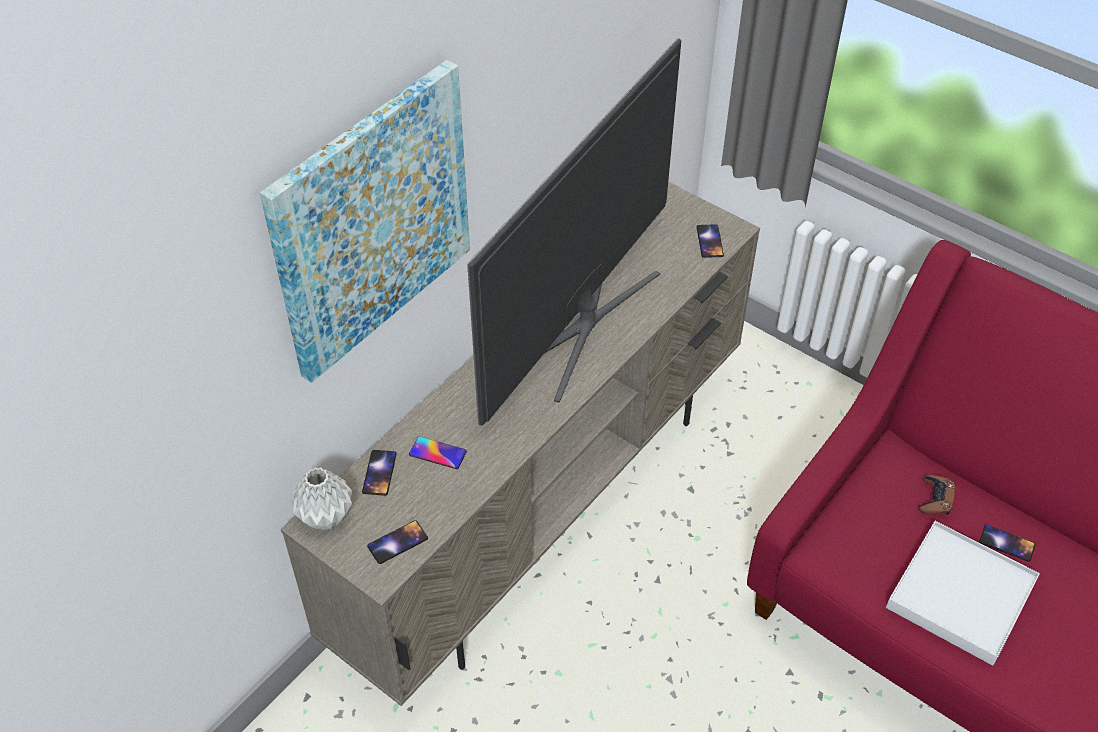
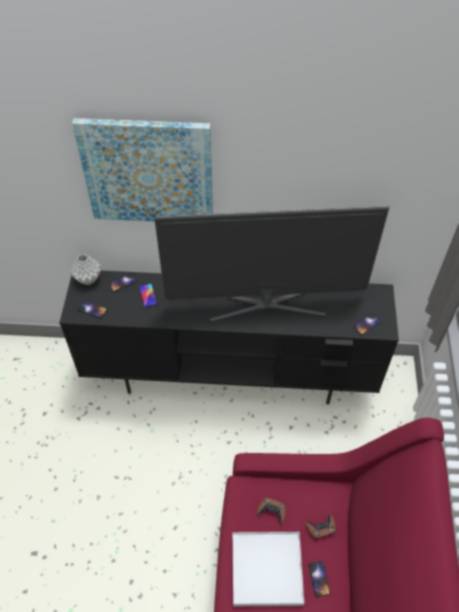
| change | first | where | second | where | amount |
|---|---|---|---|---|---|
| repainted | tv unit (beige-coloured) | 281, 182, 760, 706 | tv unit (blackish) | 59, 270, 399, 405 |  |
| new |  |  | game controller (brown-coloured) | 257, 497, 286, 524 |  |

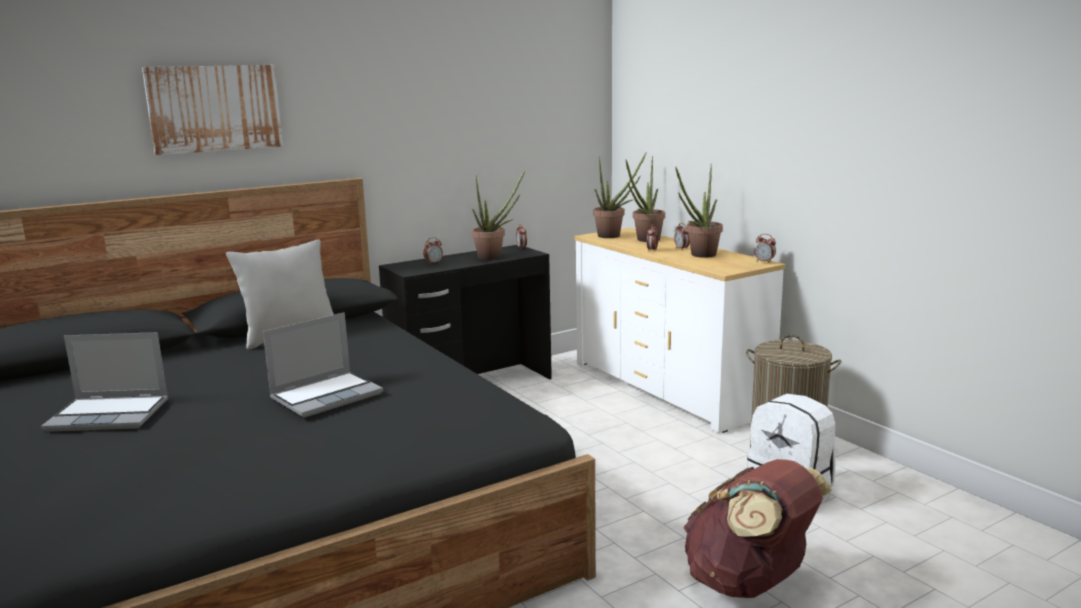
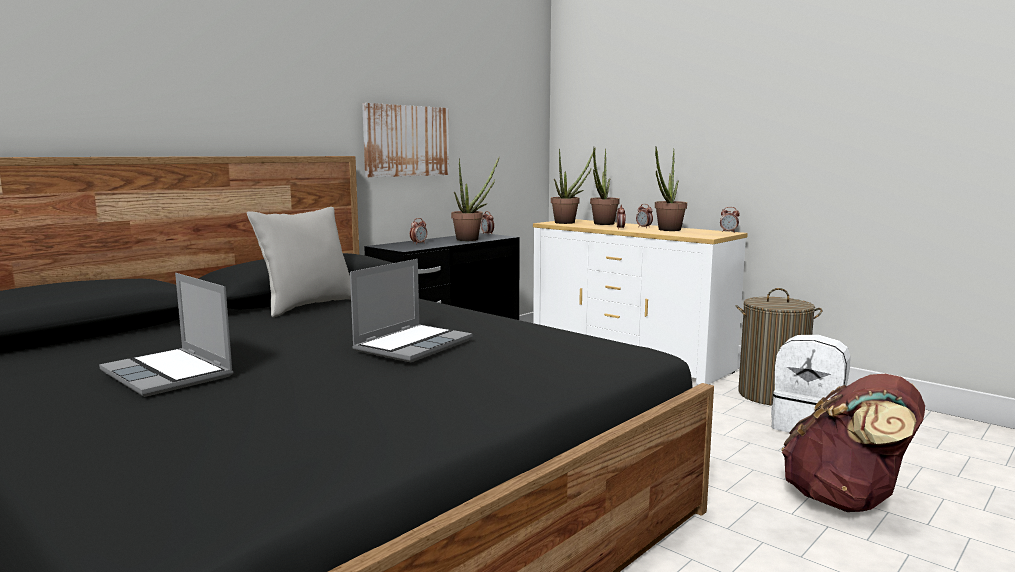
| change | first | where | second | where | amount |
|---|---|---|---|---|---|
| rotated | portable computer | 41, 332, 168, 432 |  | 99, 273, 233, 397 | 60 degrees clockwise |
| shifted | picture | 142, 65, 283, 155 |  | 362, 103, 449, 177 |  |

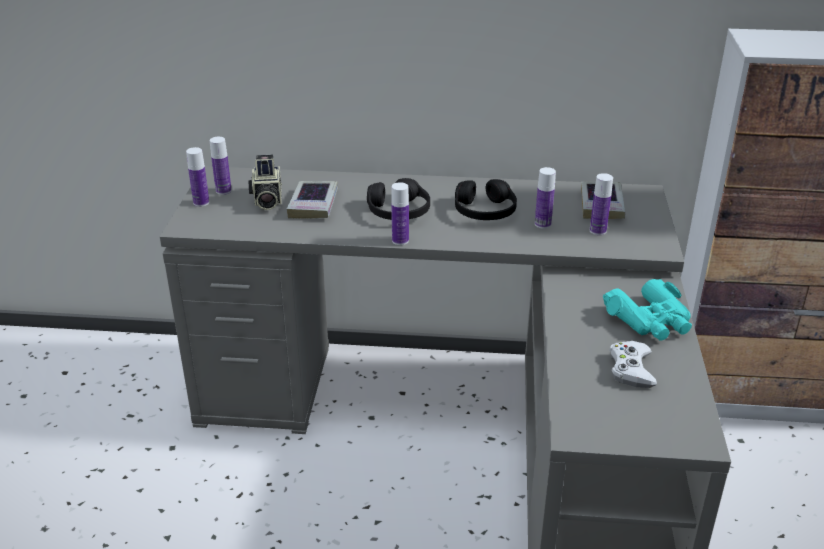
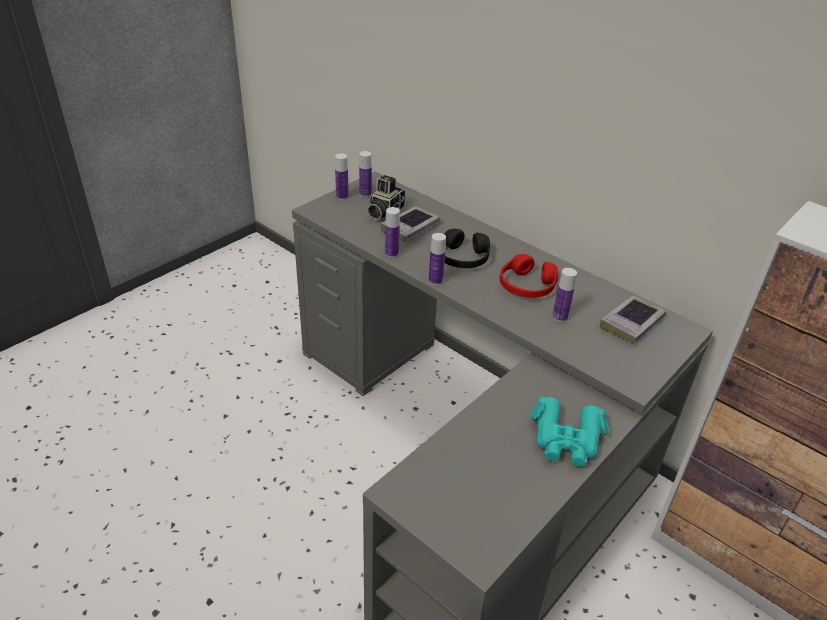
| change | first | where | second | where | amount |
|---|---|---|---|---|---|
| repainted | pair of headphones (blackish) | 455, 179, 517, 220 | pair of headphones (reddish) | 500, 254, 558, 298 |  |
| shifted | beverage bottle | 590, 173, 613, 235 |  | 385, 207, 400, 258 |  |
| gone | game controller (white) | 609, 341, 657, 388 |  |  |  |

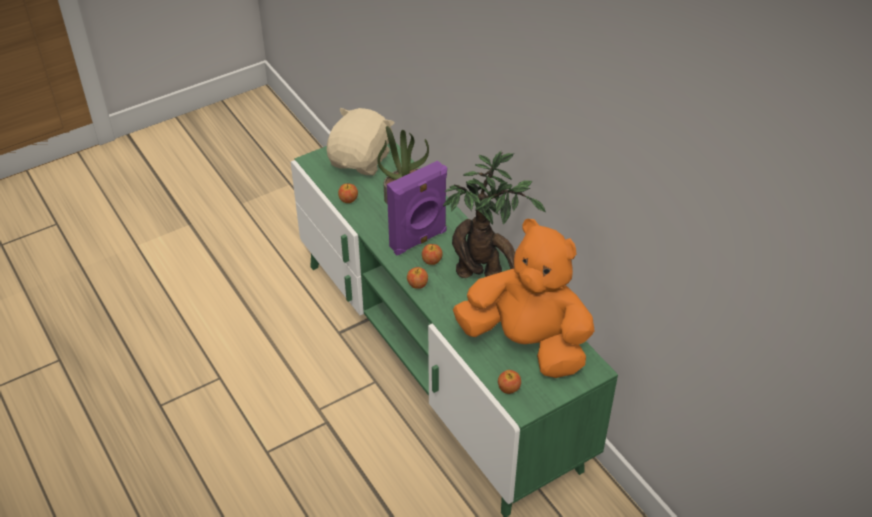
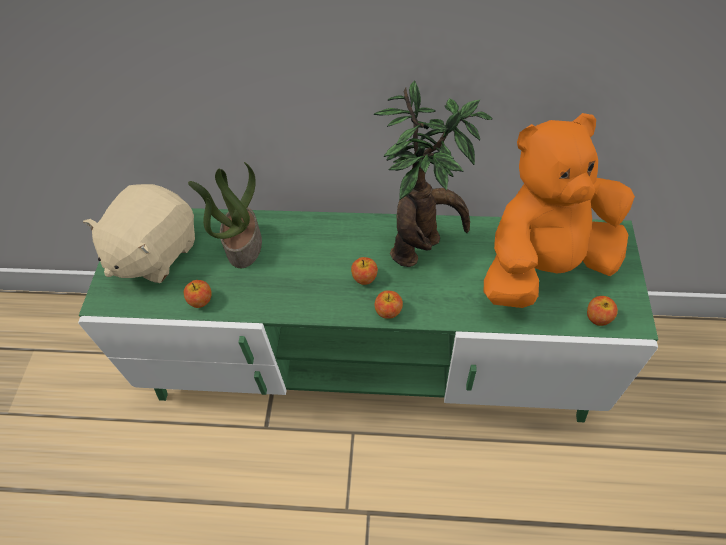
| change | first | where | second | where | amount |
|---|---|---|---|---|---|
| rotated | soft toy (beige-coloured) | 327, 108, 394, 175 |  | 83, 184, 195, 283 | 120 degrees counterclockwise |
| gone | speaker (purple) | 387, 161, 447, 255 |  |  |  |

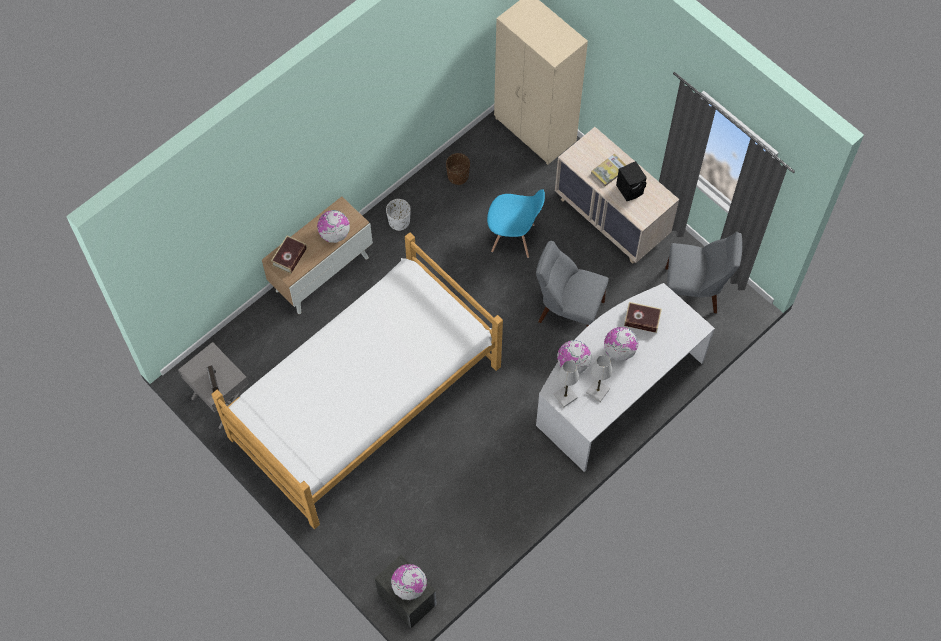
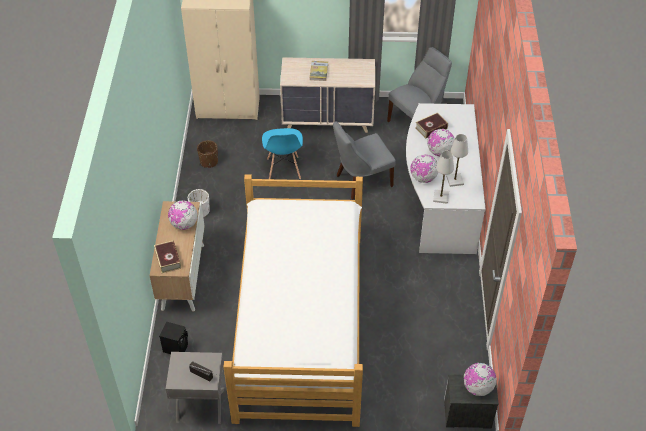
| change | first | where | second | where | amount |
|---|---|---|---|---|---|
| rotated | upright chair (blue-coloured) | 487, 189, 545, 258 |  | 262, 128, 303, 179 | 120 degrees clockwise |
| shifted | speaker (blackish) | 616, 161, 647, 201 |  | 159, 322, 188, 354 |  |

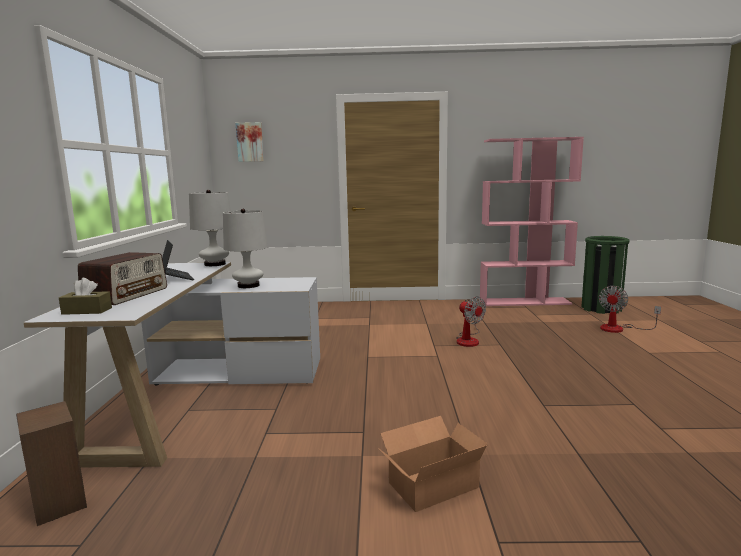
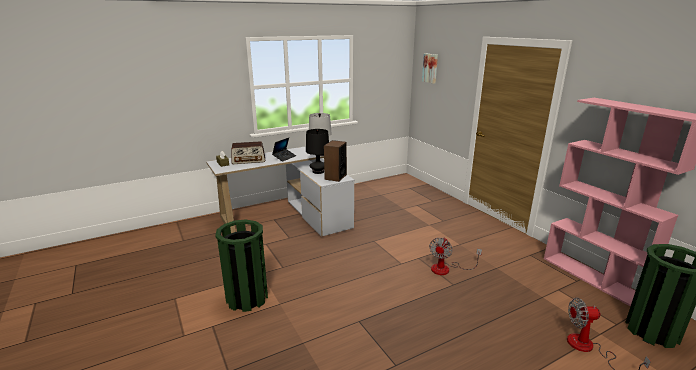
| change | first | where | second | where | amount |
|---|---|---|---|---|---|
| shifted | speaker | 16, 401, 87, 526 |  | 324, 140, 347, 182 |  |
| repainted | tabletop lamp (white) | 223, 209, 268, 288 | tabletop lamp (blackish) | 306, 129, 329, 174 |  |
| swapped | packing box | 378, 416, 487, 512 | rubbish bin (green) | 215, 219, 268, 312 |  |

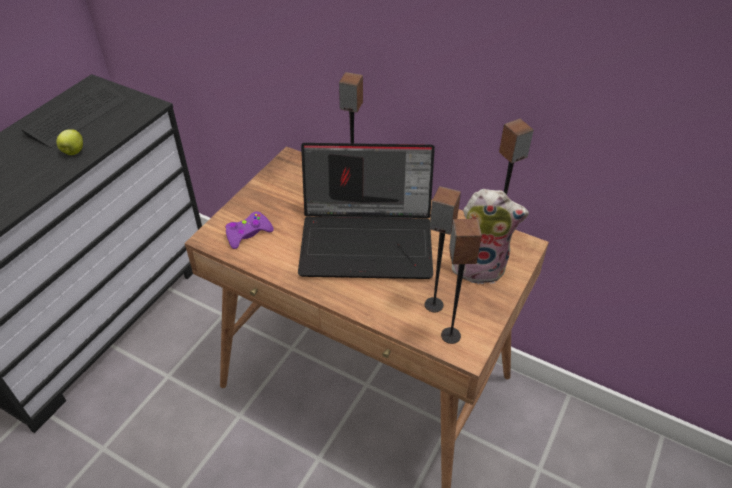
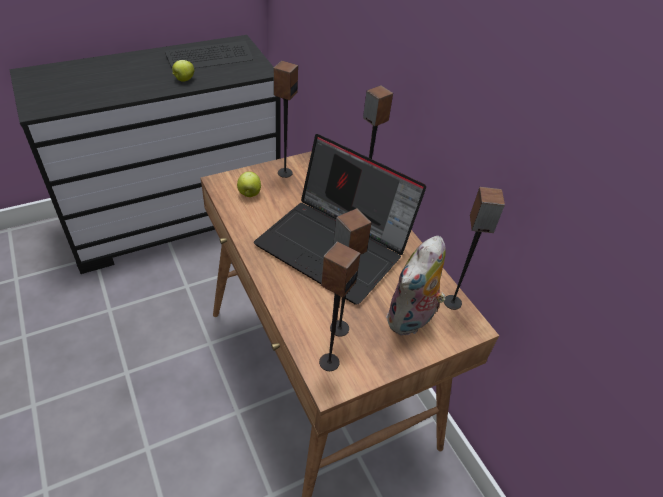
| change | first | where | second | where | amount |
|---|---|---|---|---|---|
| swapped | game controller (purple) | 225, 212, 274, 249 | whole apple | 237, 172, 261, 197 |  |
| rotated | soft toy | 450, 189, 529, 284 |  | 386, 236, 446, 336 | 90 degrees clockwise |
| new |  |  | speaker | 273, 61, 298, 178 |  |

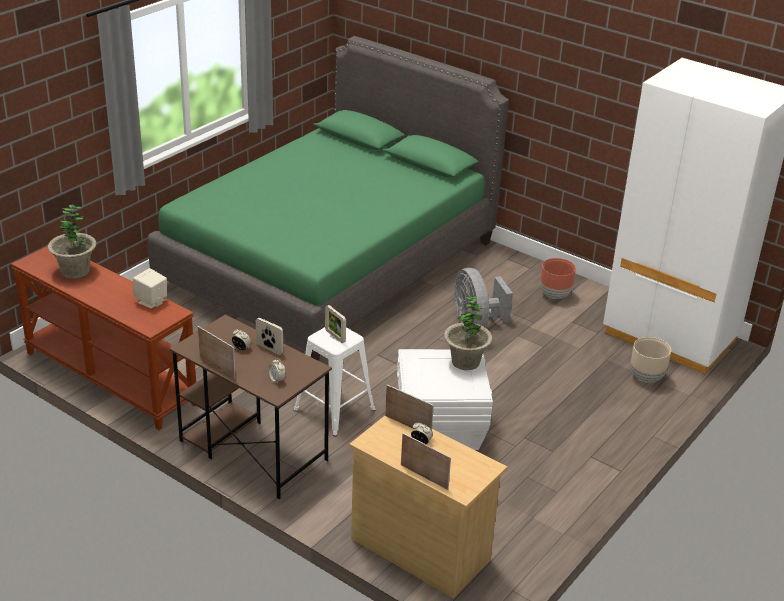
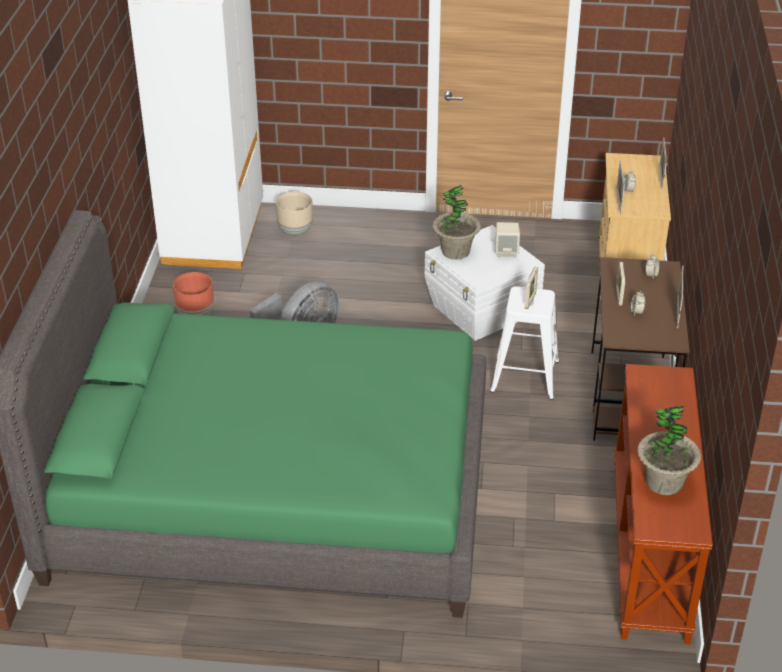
| change | first | where | second | where | amount |
|---|---|---|---|---|---|
| shifted | speaker (beige-coloured) | 133, 268, 167, 309 |  | 495, 222, 520, 257 |  |

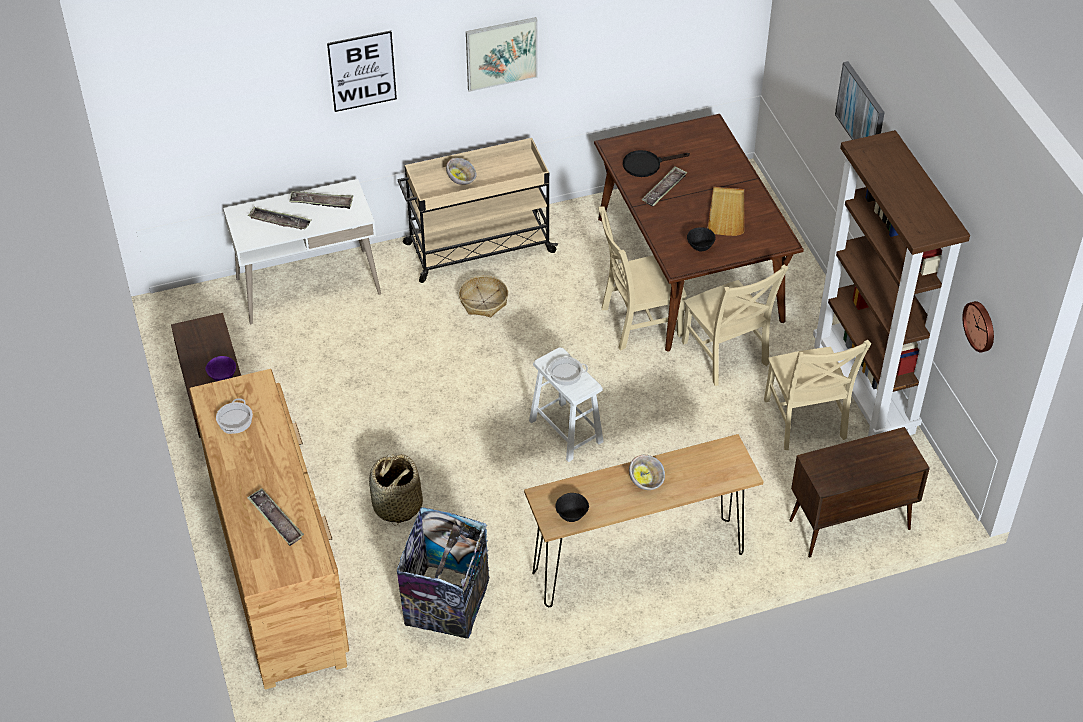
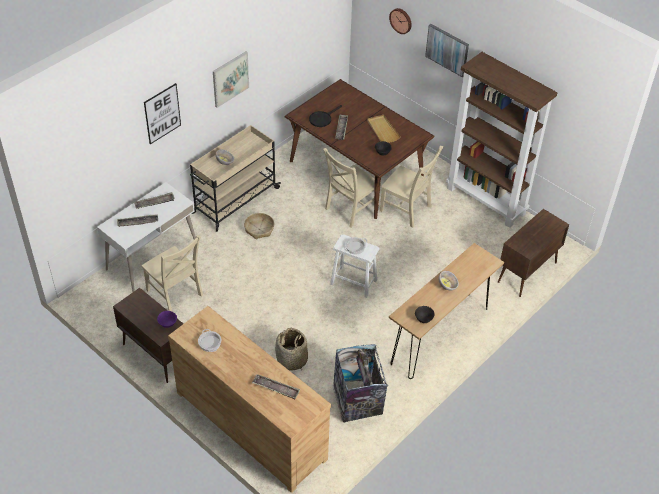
| change | first | where | second | where | amount |
|---|---|---|---|---|---|
| shifted | upright chair (beige-coloured) | 764, 340, 871, 450 |  | 142, 235, 203, 311 |  |
| shifted | clock on the wall | 962, 301, 994, 353 |  | 389, 8, 412, 34 |  |

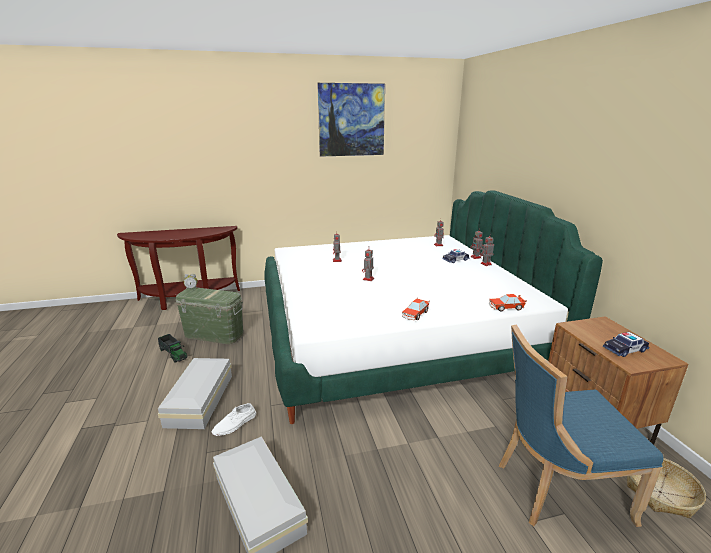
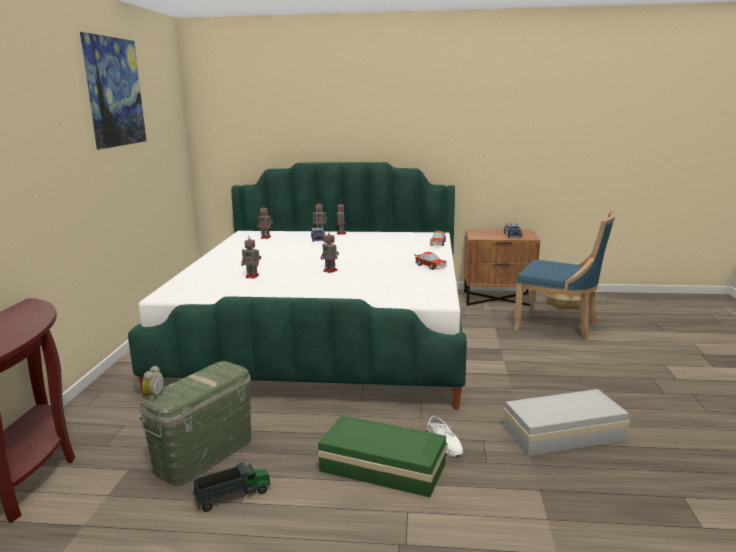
| change | first | where | second | where | amount |
|---|---|---|---|---|---|
| repainted | storage bin (white) | 158, 358, 232, 429 | storage bin (green) | 317, 415, 447, 497 |  |
| rotated | upright chair (blue-coloured) | 499, 324, 663, 527 |  | 513, 210, 615, 340 | 75 degrees counterclockwise |

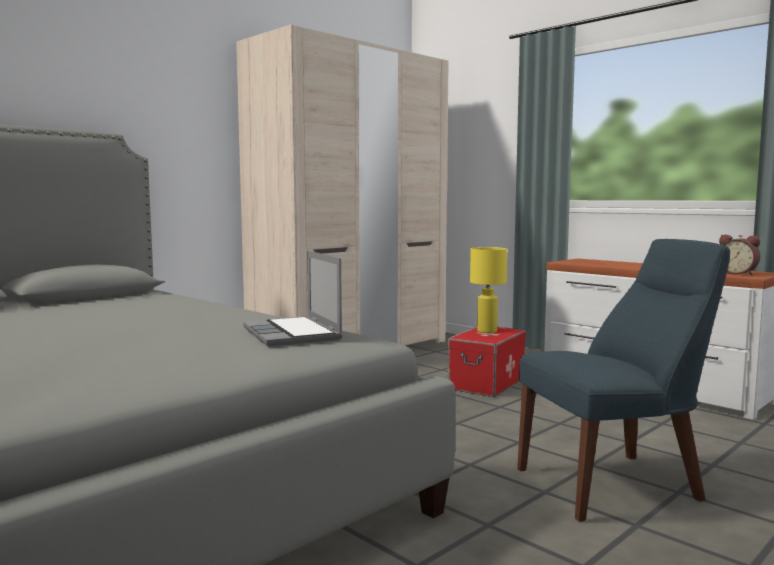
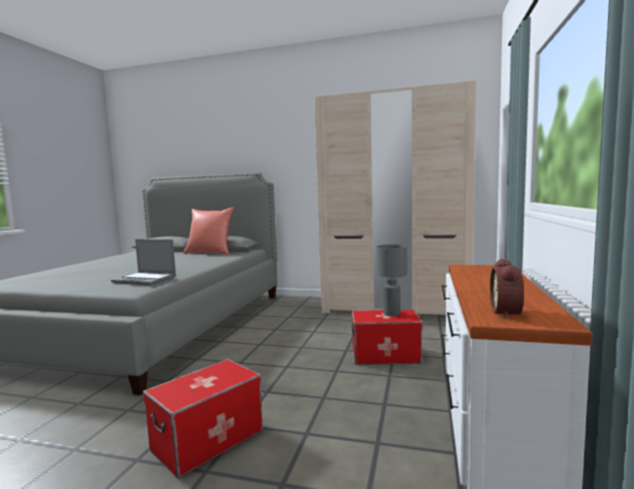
| change | first | where | second | where | amount |
|---|---|---|---|---|---|
| rotated | portable computer | 243, 251, 343, 347 |  | 111, 239, 176, 285 | 105 degrees counterclockwise |
| repainted | tabletop lamp (yellow-coloured) | 470, 247, 507, 333 | tabletop lamp (gray) | 376, 244, 407, 316 |  |
| swapped | upright chair (blue-coloured) | 517, 239, 730, 522 | storage bin | 143, 359, 263, 478 |  |
| new |  |  | pillow (reddish) | 184, 207, 234, 255 |  |

